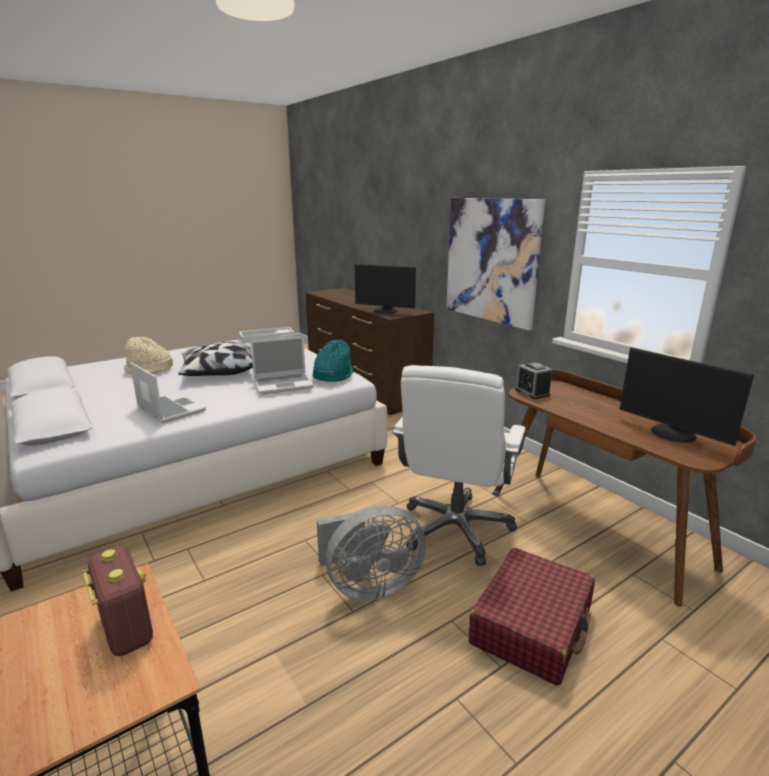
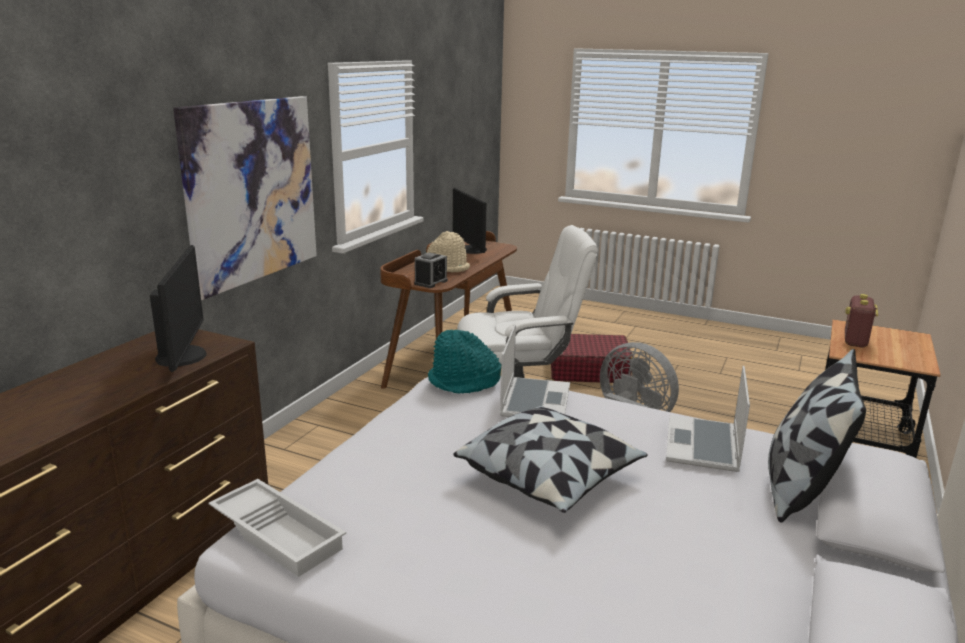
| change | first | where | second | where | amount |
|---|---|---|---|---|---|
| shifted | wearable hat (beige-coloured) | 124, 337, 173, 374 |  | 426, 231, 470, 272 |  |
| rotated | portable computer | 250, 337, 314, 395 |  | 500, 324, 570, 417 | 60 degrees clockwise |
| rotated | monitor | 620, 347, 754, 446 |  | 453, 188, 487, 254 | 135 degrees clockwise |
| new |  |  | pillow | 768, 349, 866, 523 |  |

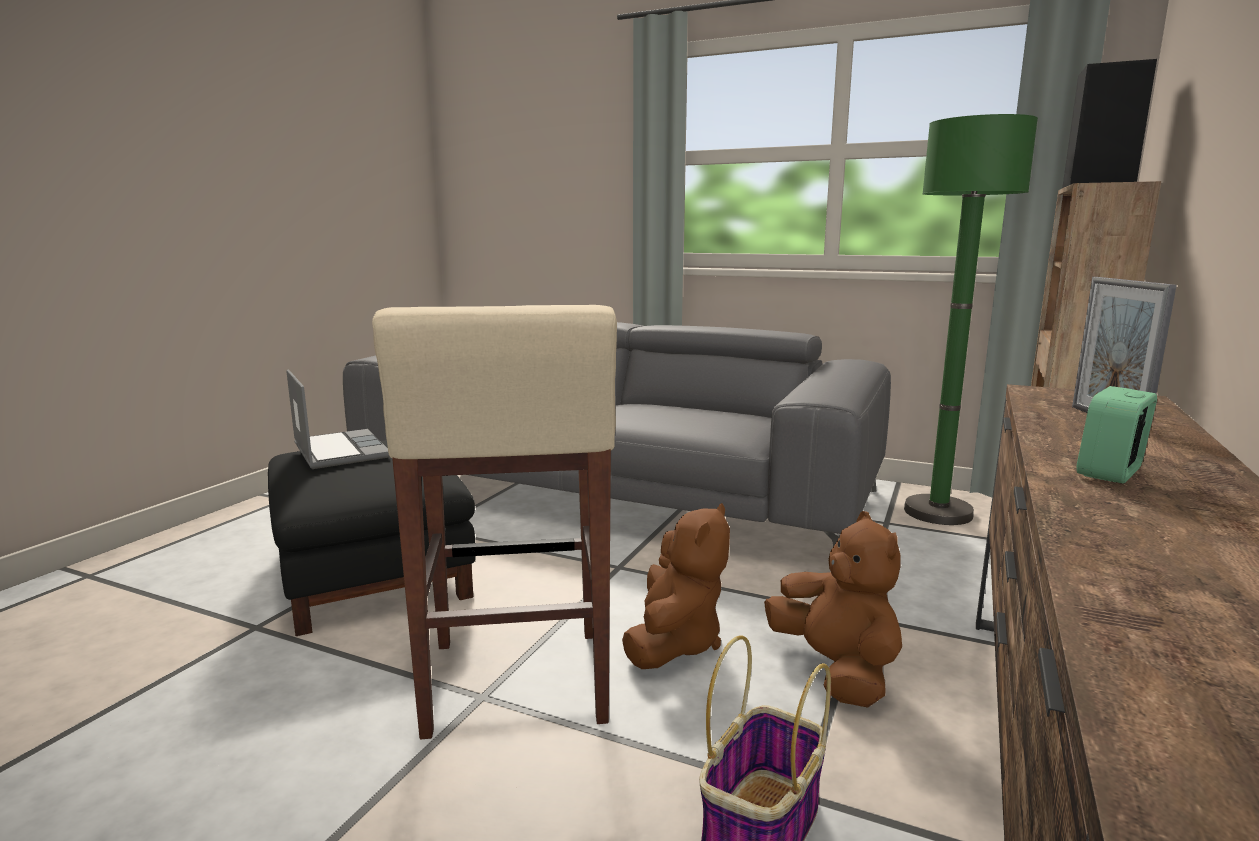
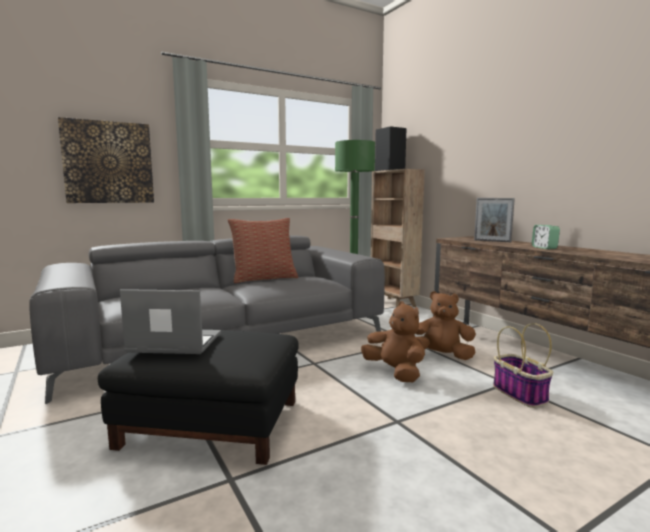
| change | first | where | second | where | amount |
|---|---|---|---|---|---|
| gone | sitting stool (beige-coloured) | 372, 305, 617, 739 |  |  |  |
| new |  |  | picture | 58, 117, 154, 203 |  |
| new |  |  | pillow | 228, 218, 298, 283 |  |

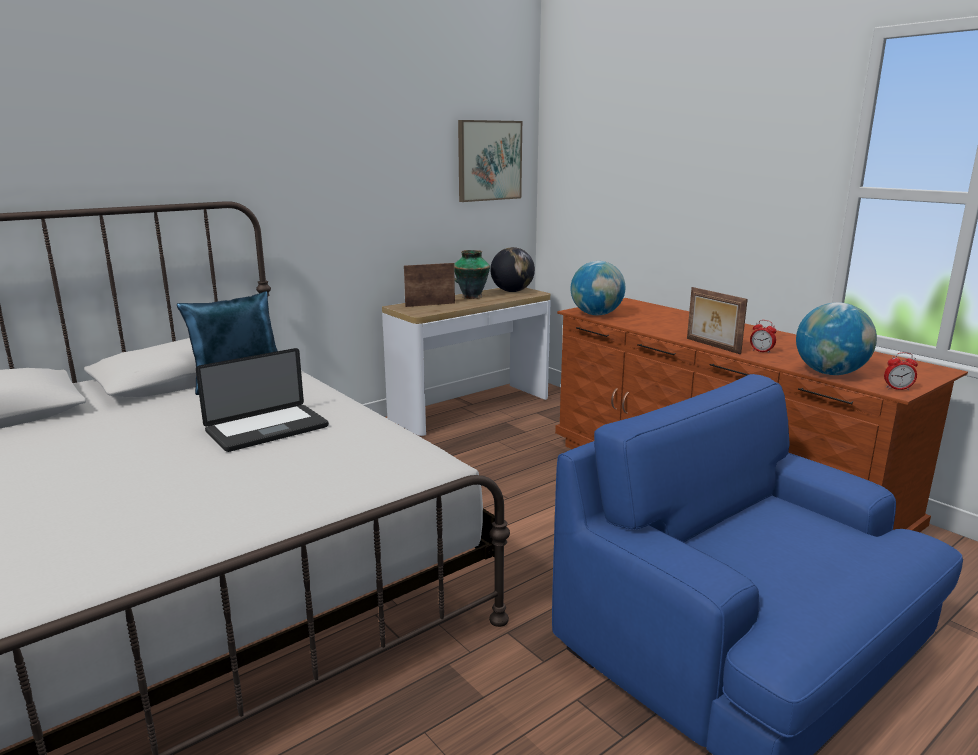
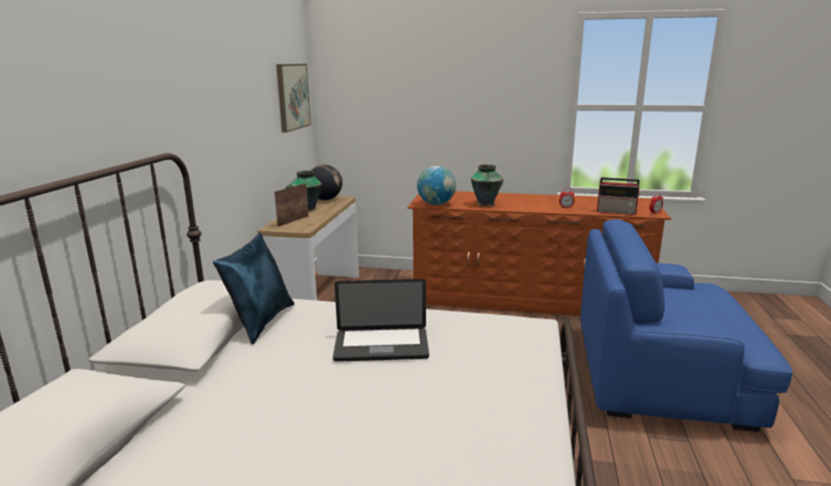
| change | first | where | second | where | amount |
|---|---|---|---|---|---|
| rotated | portable computer | 196, 348, 329, 452 |  | 333, 279, 429, 362 | 75 degrees clockwise |
| gone | standing frame | 687, 287, 748, 354 |  |  |  |
| swapped | globe | 796, 302, 877, 375 | radio | 597, 177, 641, 215 |  |
| new |  |  | decorative vase | 471, 165, 503, 207 |  |

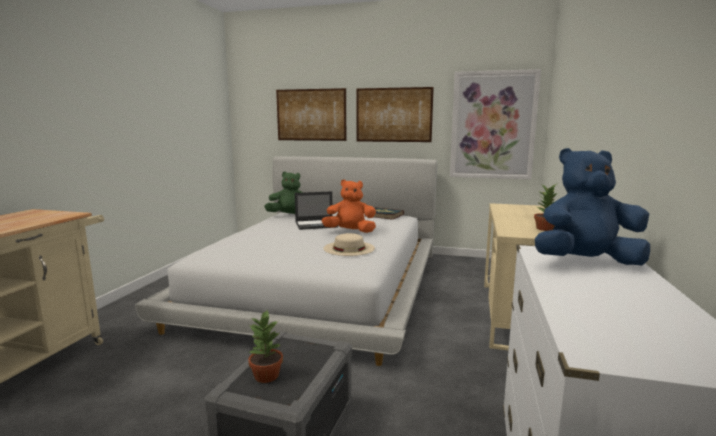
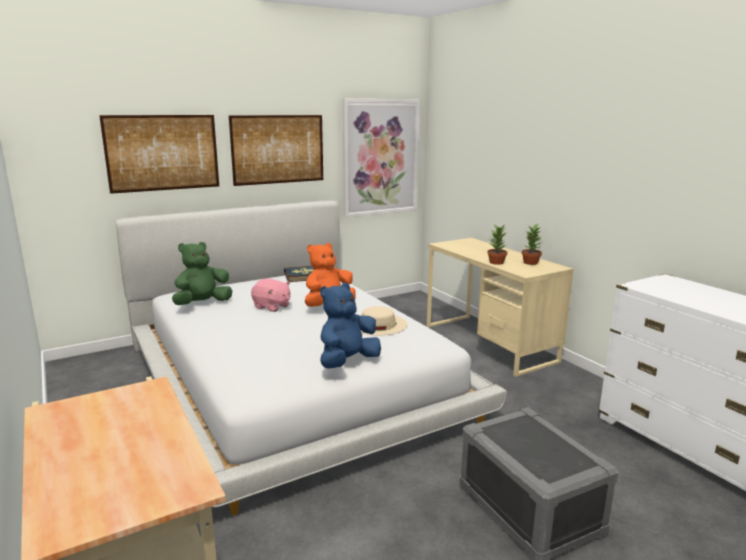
| change | first | where | second | where | amount |
|---|---|---|---|---|---|
| shifted | potted plant | 248, 311, 283, 383 |  | 487, 224, 507, 265 |  |
| swapped | portable computer | 295, 191, 338, 230 | soft toy (pink) | 251, 278, 291, 312 |  |
| shifted | soft toy (blue-coloured) | 535, 148, 650, 266 |  | 320, 283, 381, 369 |  |

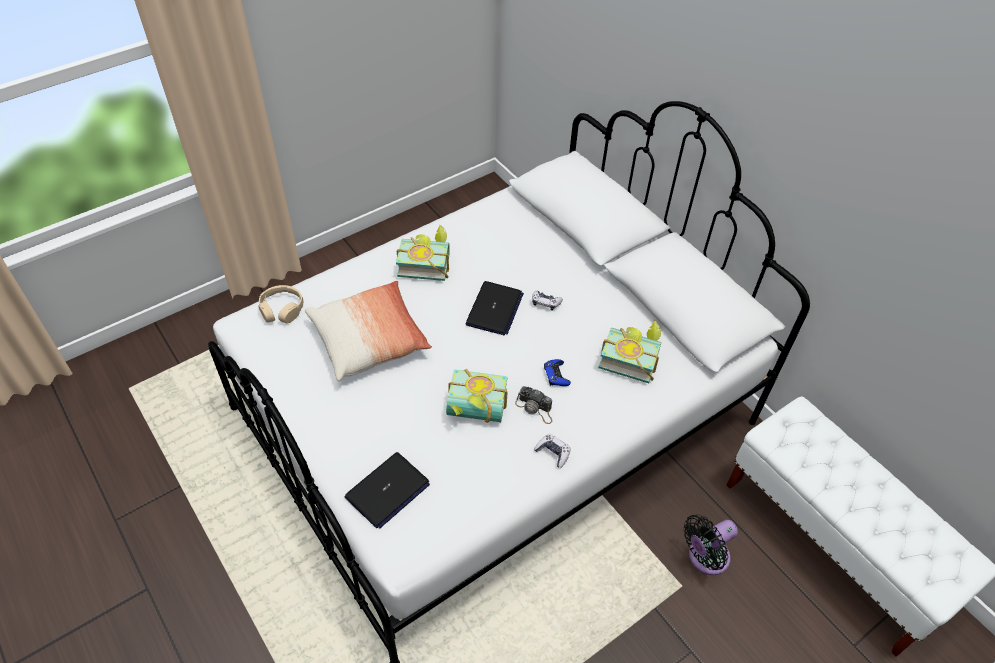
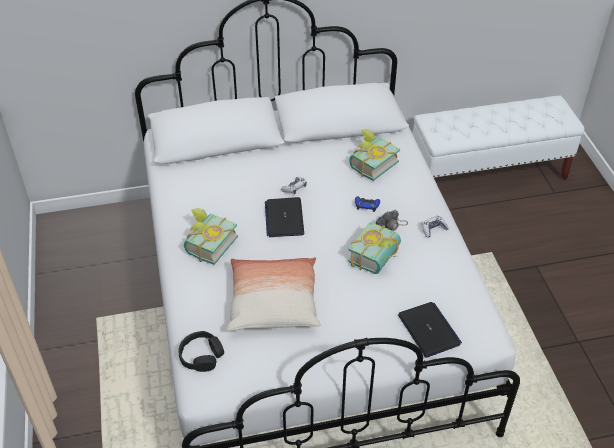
| change | first | where | second | where | amount |
|---|---|---|---|---|---|
| repainted | pair of headphones (beige-coloured) | 258, 285, 304, 323 | pair of headphones (blackish) | 178, 331, 224, 372 |  |
| rotated | portable computer | 466, 281, 524, 335 |  | 265, 197, 304, 237 | 135 degrees counterclockwise |
| gone | fan (blackish) | 683, 515, 738, 575 |  |  |  |

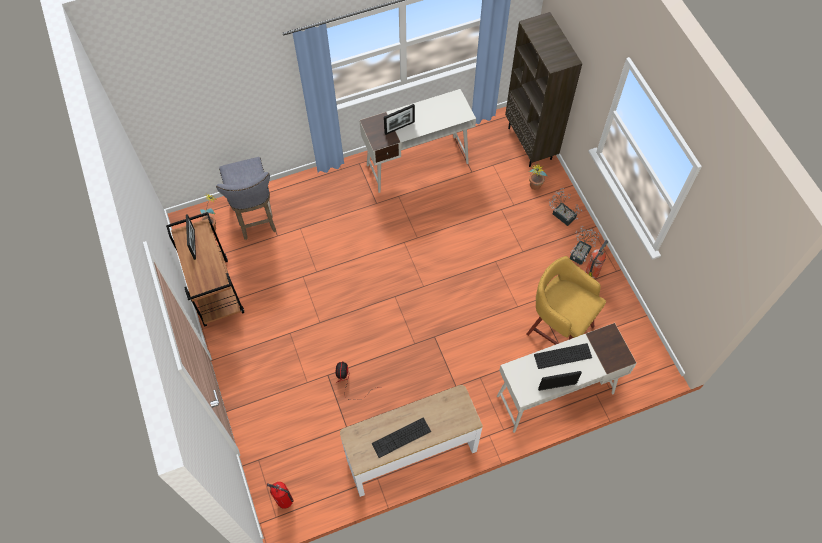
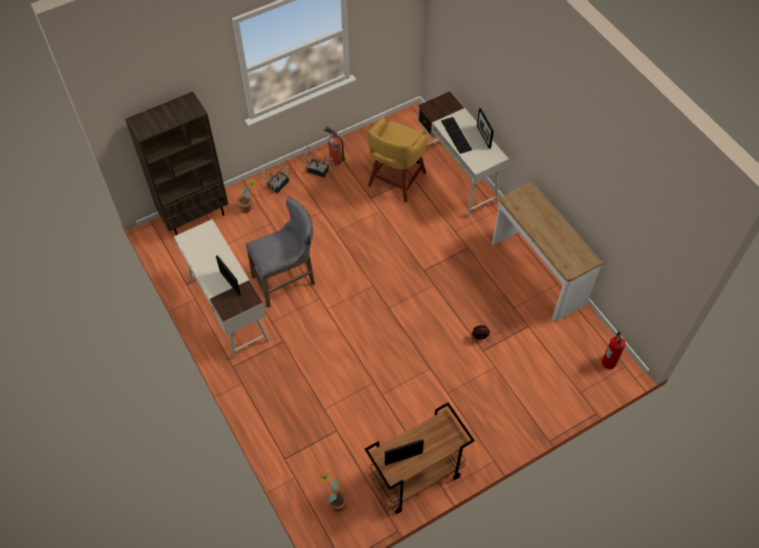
| change | first | where | second | where | amount |
|---|---|---|---|---|---|
| shifted | sitting stool (gray) | 216, 157, 276, 240 |  | 246, 198, 315, 307 |  |
| gone | keyboard | 372, 417, 431, 458 |  |  |  |

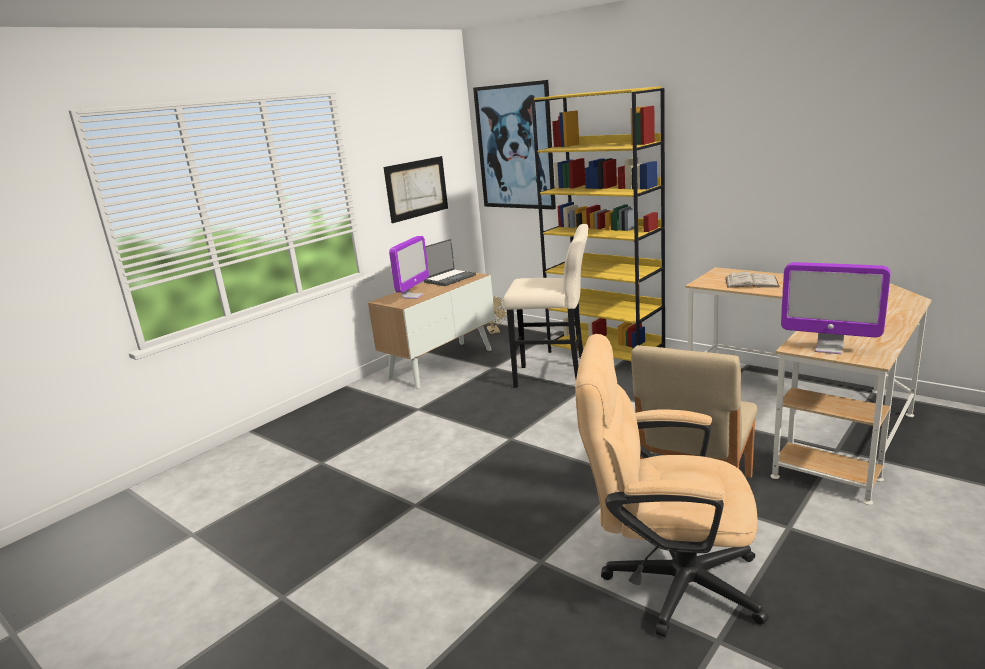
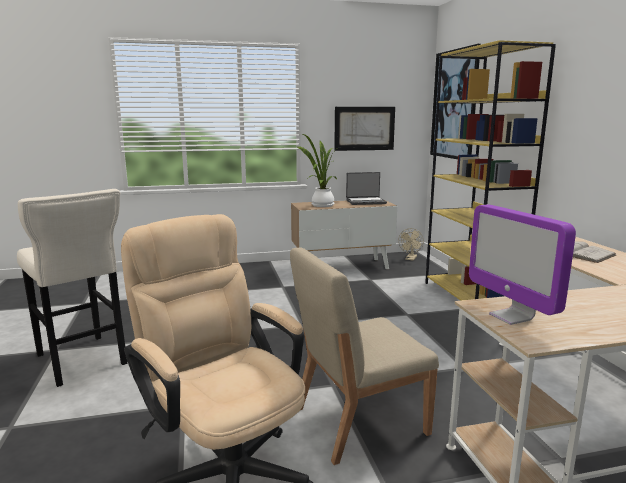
| change | first | where | second | where | amount |
|---|---|---|---|---|---|
| swapped | monitor | 389, 236, 429, 299 | potted plant | 297, 134, 337, 207 |  |
| shifted | sitting stool (beige-coloured) | 504, 224, 588, 388 |  | 17, 189, 128, 387 |  |

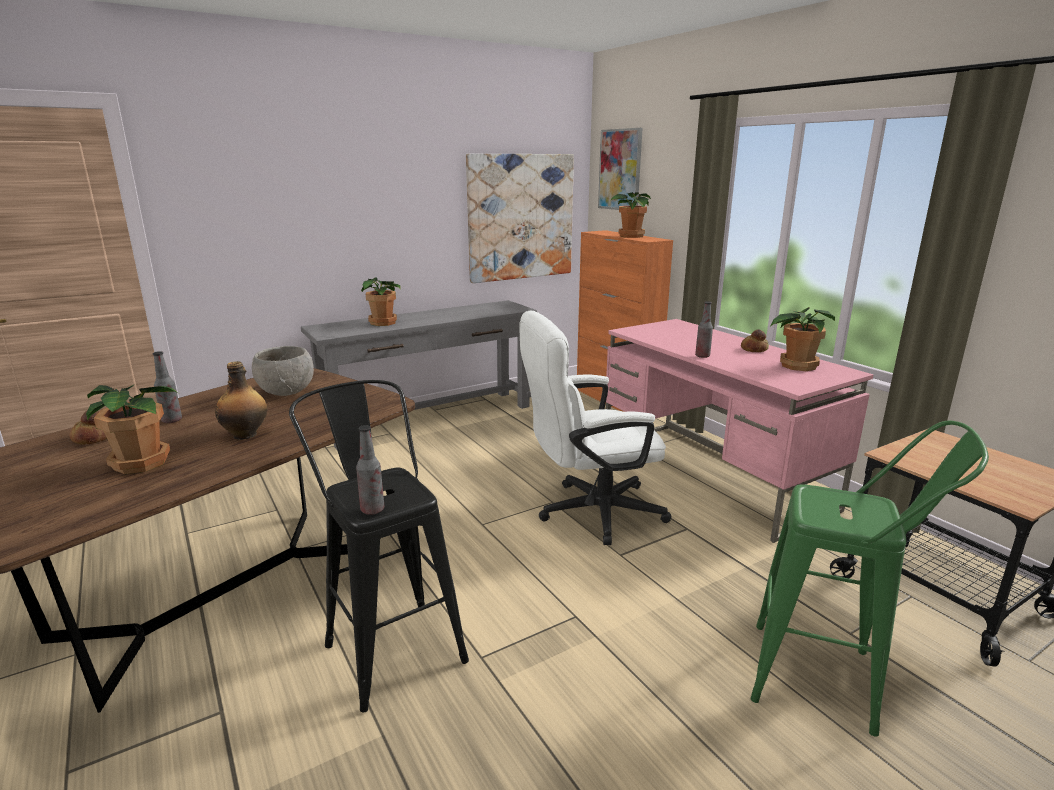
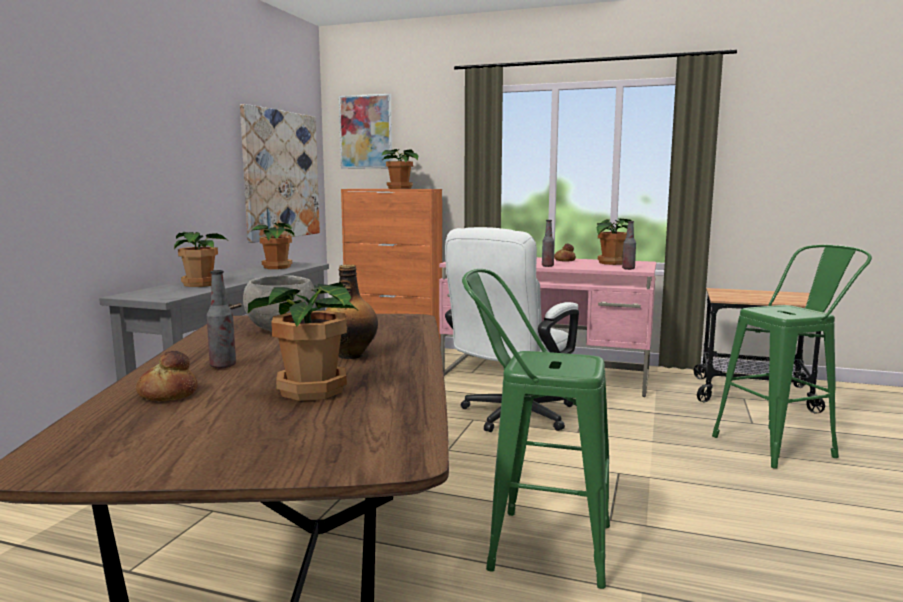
| change | first | where | second | where | amount |
|---|---|---|---|---|---|
| repainted | sitting stool (blackish) | 289, 380, 469, 712 | sitting stool (green) | 462, 269, 610, 589 |  |
| shifted | beverage bottle | 356, 425, 384, 515 |  | 622, 221, 636, 270 |  |
| new |  |  | potted plant | 252, 223, 295, 269 |  |

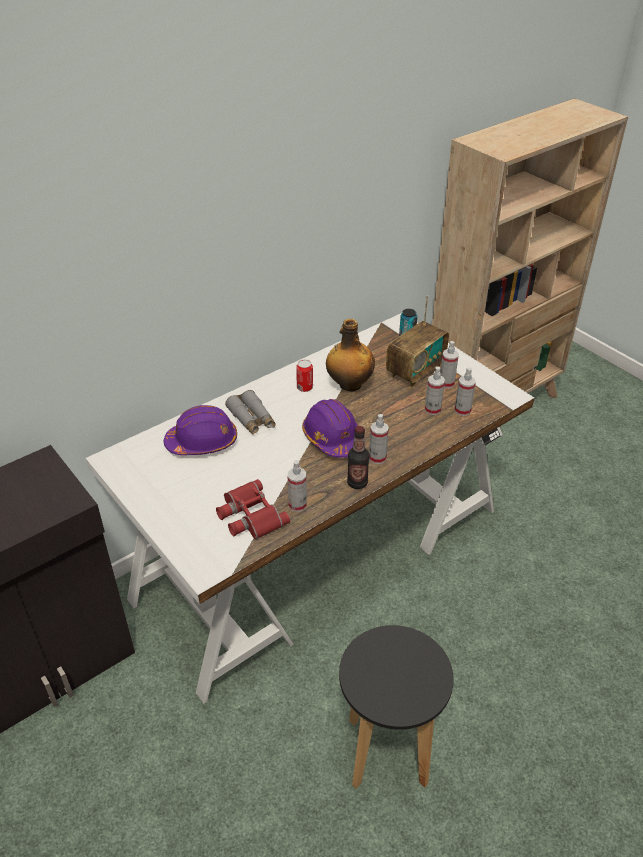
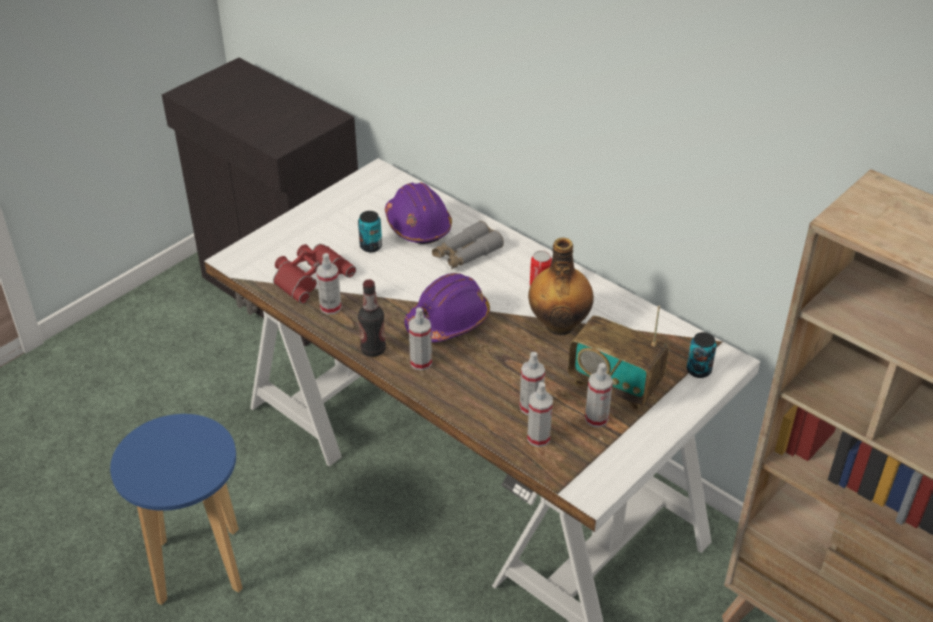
| change | first | where | second | where | amount |
|---|---|---|---|---|---|
| repainted | sitting stool (blackish) | 339, 625, 454, 789 | sitting stool (blue-coloured) | 110, 414, 243, 605 |  |
| new |  |  | can | 358, 211, 382, 252 |  |

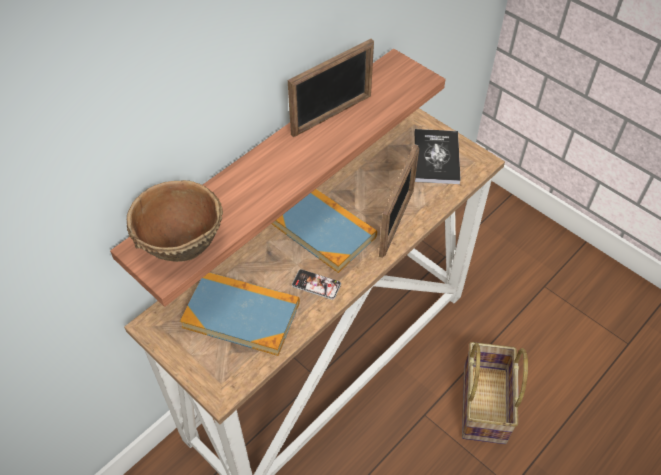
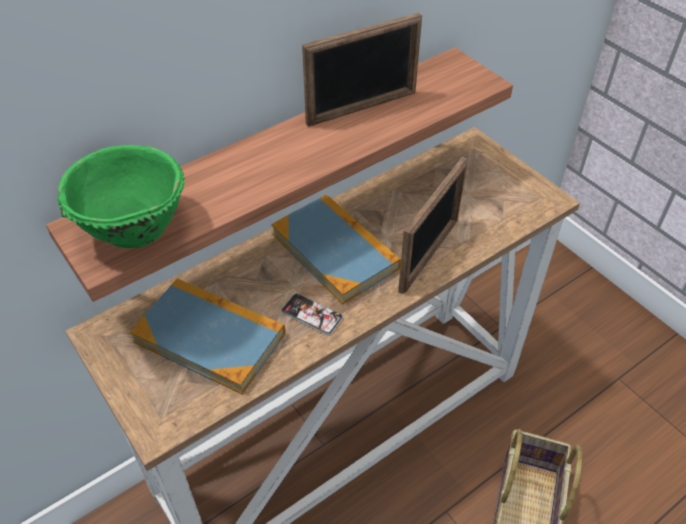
| change | first | where | second | where | amount |
|---|---|---|---|---|---|
| repainted | serving bowl (brown-coloured) | 127, 180, 223, 262 | serving bowl (green) | 57, 145, 185, 248 |  |
| gone | volume | 415, 129, 461, 184 |  |  |  |

